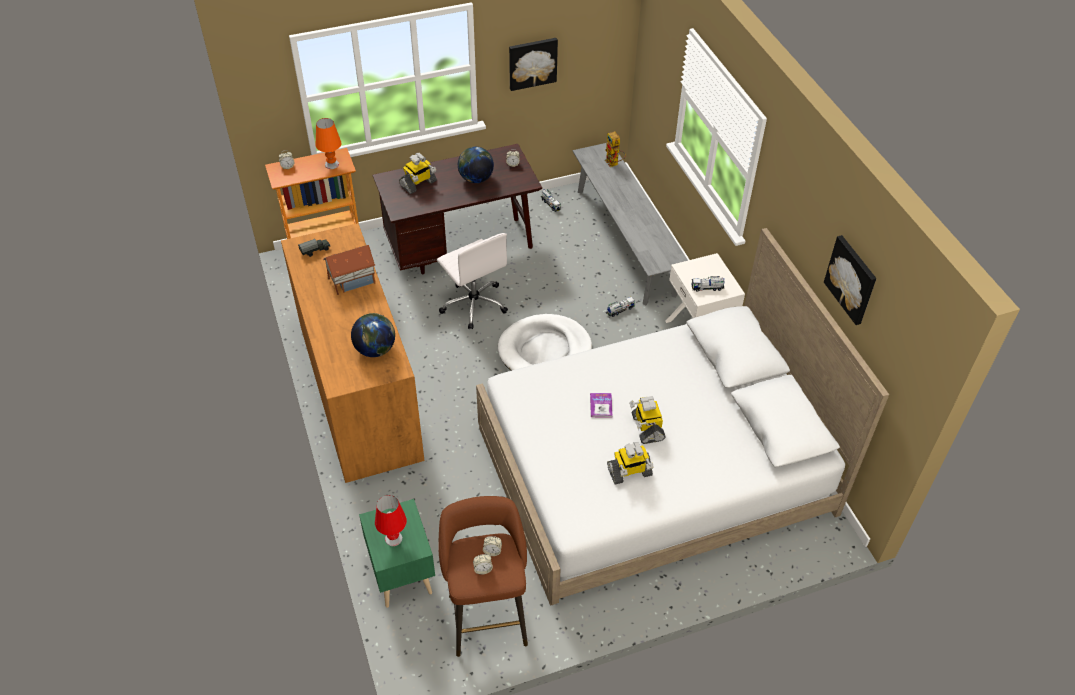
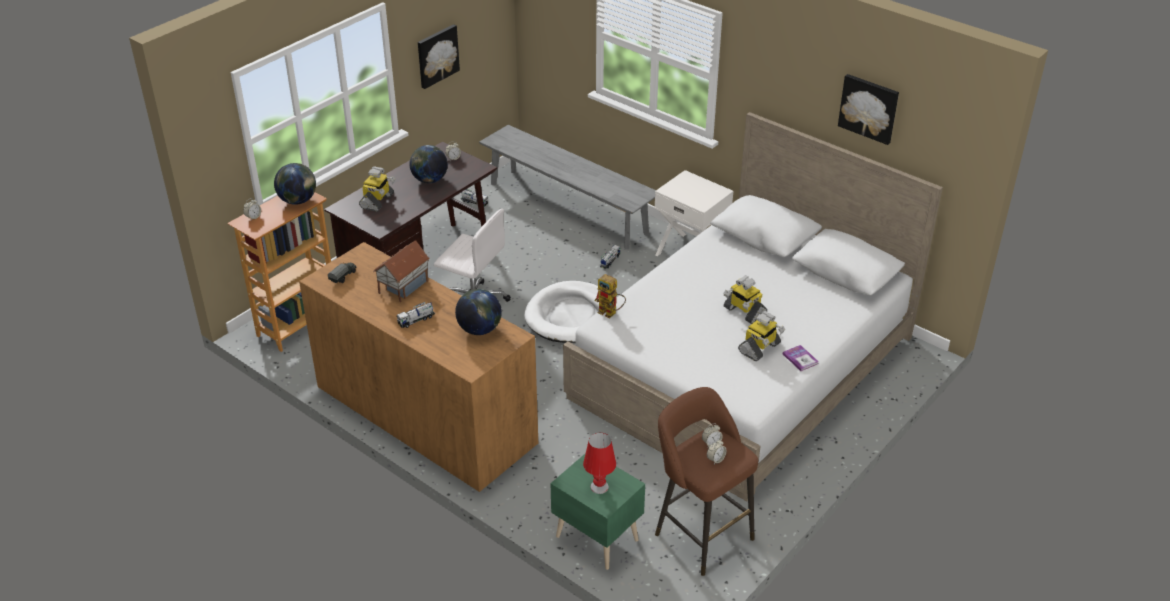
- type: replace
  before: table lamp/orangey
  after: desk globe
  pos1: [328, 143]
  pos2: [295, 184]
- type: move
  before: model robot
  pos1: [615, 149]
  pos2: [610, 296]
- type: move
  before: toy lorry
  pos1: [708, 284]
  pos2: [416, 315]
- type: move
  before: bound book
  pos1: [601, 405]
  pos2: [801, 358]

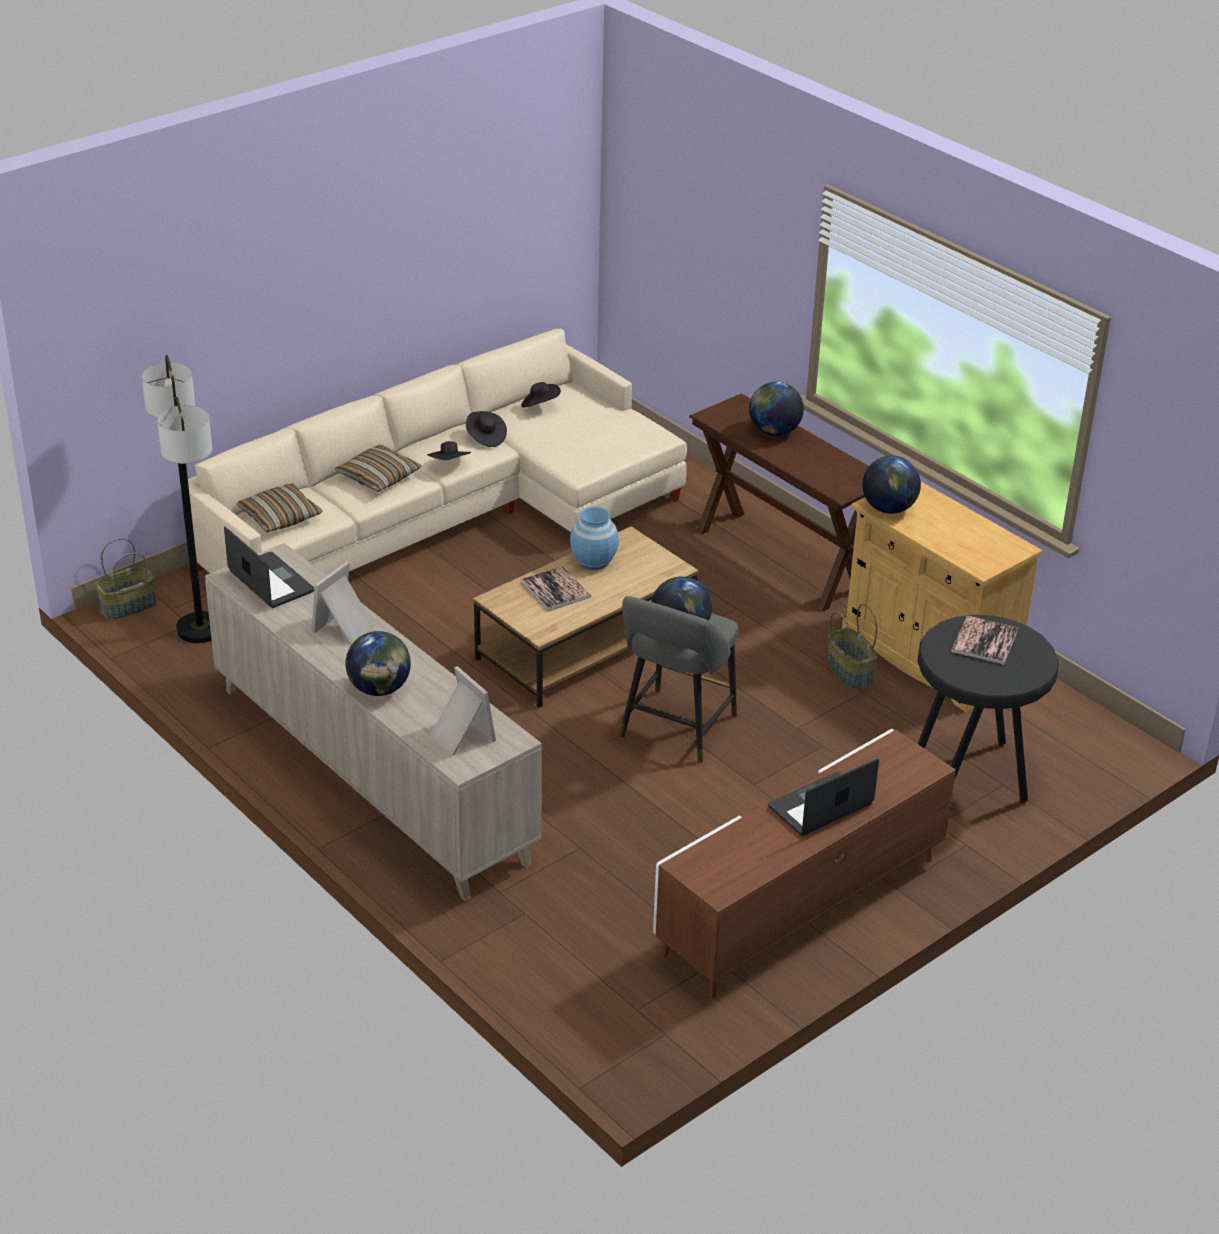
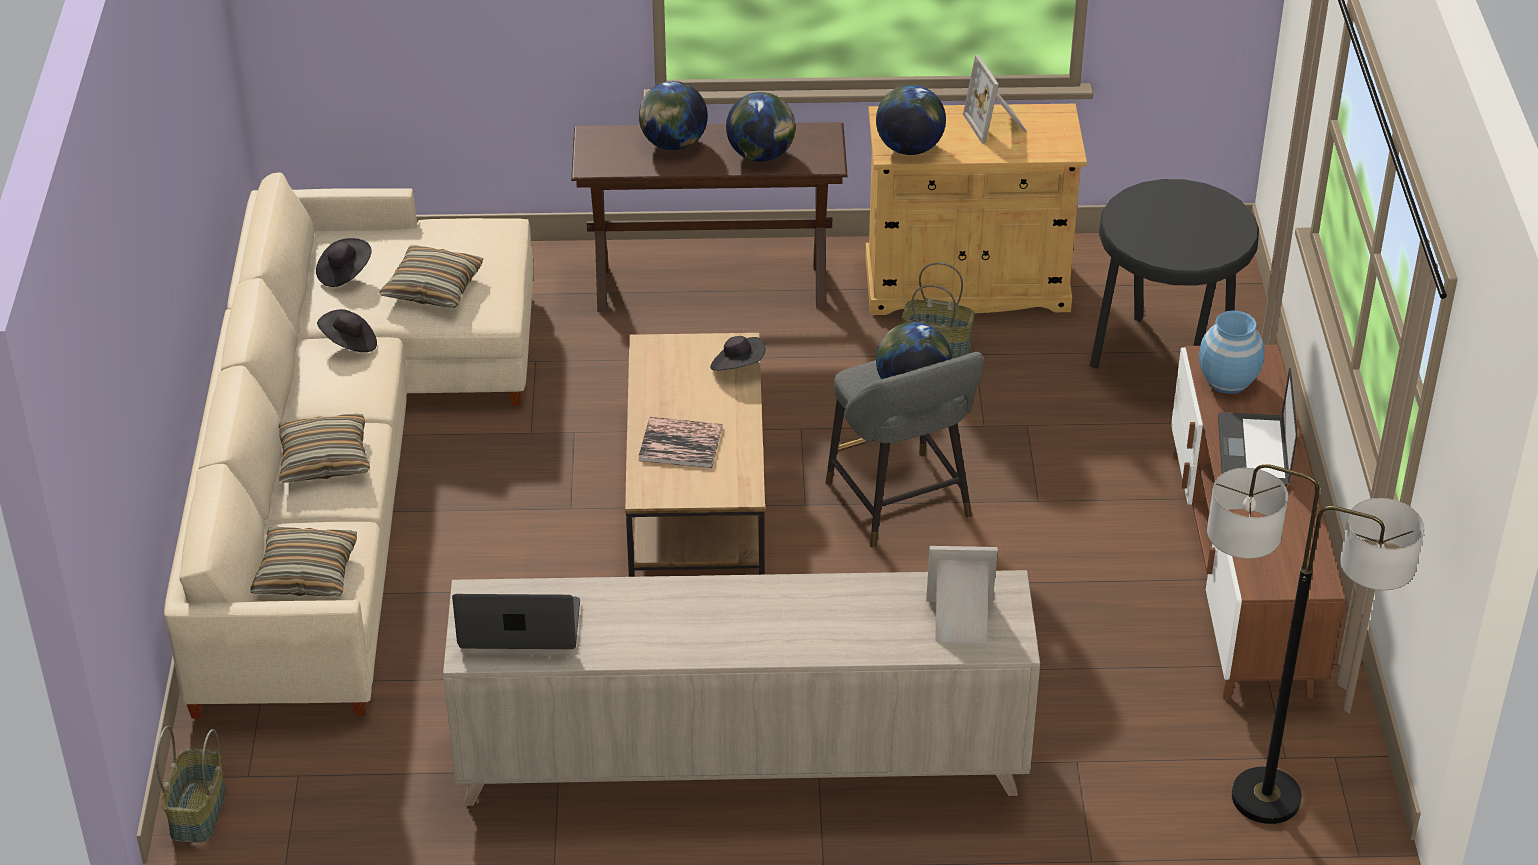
- type: move
  before: standing lamp
  pos1: [177, 499]
  pos2: [1315, 644]
- type: move
  before: wearable hat/black
  pos1: [449, 450]
  pos2: [737, 353]
- type: move
  before: vase/bluish
  pos1: [594, 538]
  pos2: [1232, 352]
- type: move
  before: standing frame
  pos1: [343, 603]
  pos2: [995, 99]
- type: delete
  before: bound book
  pos1: [984, 640]
- type: move
  before: desk globe
  pos1: [378, 663]
  pos2: [761, 127]
- type: insert
  after: pillow
  pos2: [431, 276]

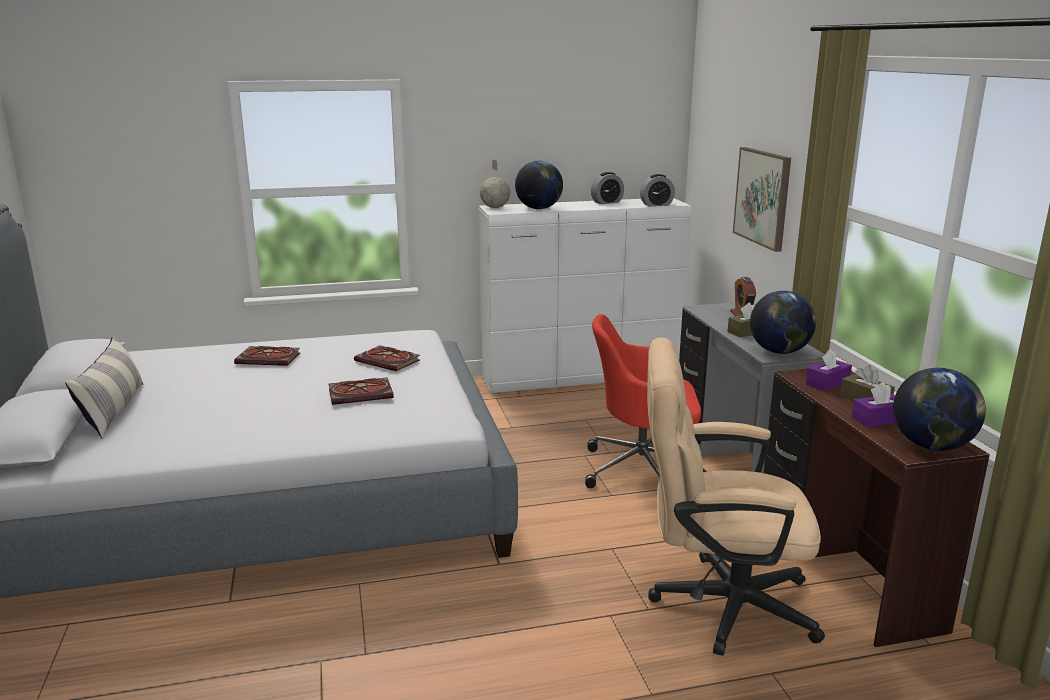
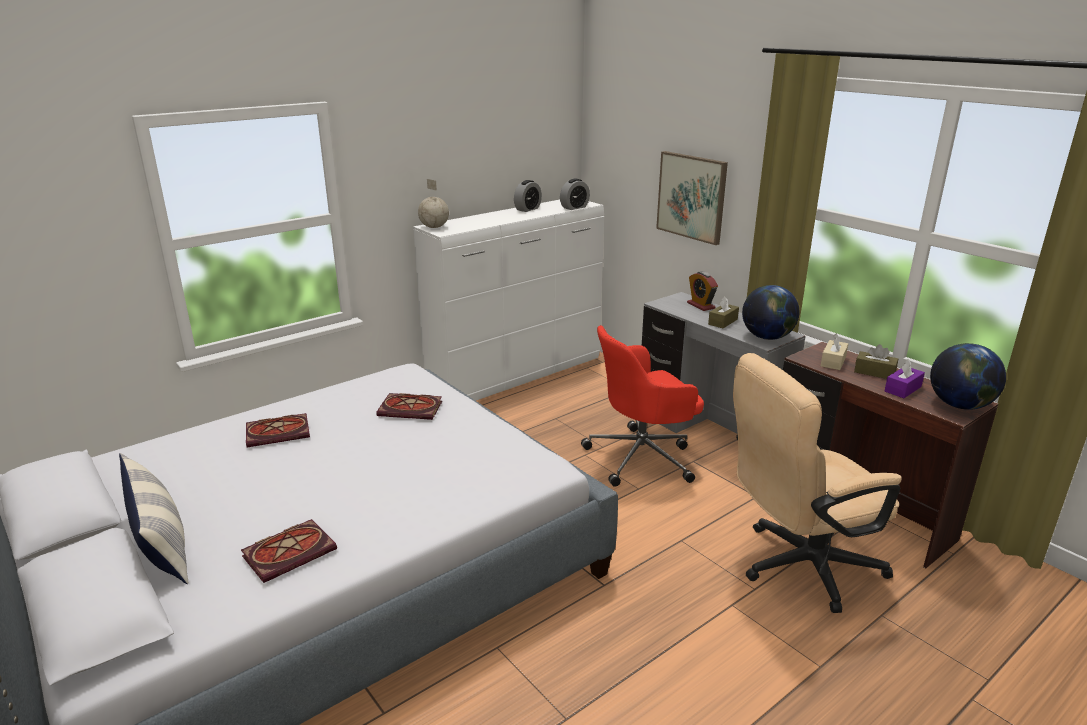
- type: delete
  before: desk globe
  pos1: [539, 185]
- type: recolor
  before: tissue holder/purple-coloured
  after: tissue holder/beige-coloured
  pos1: [829, 370]
  pos2: [834, 351]
- type: move
  before: bound book
  pos1: [361, 391]
  pos2: [289, 551]

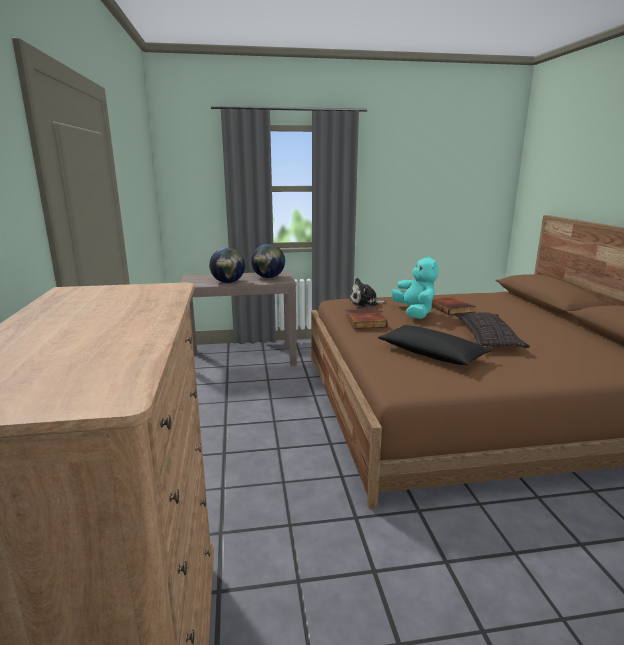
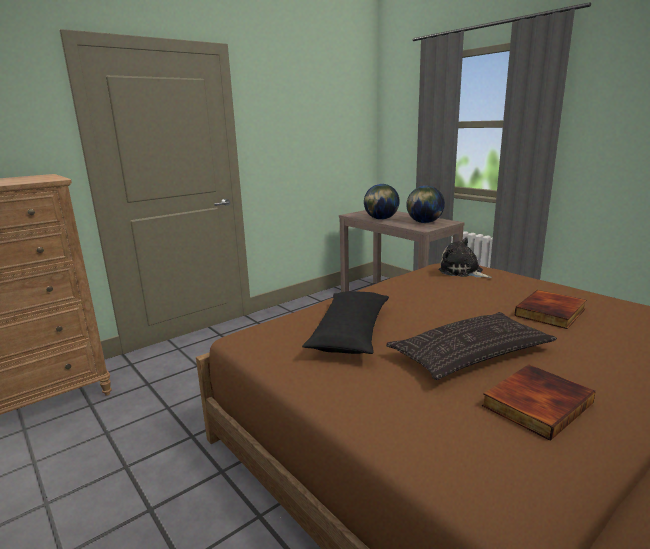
- type: delete
  before: cuddly toy/blue-green
  pos1: [414, 287]
- type: move
  before: bound book
  pos1: [366, 319]
  pos2: [538, 402]

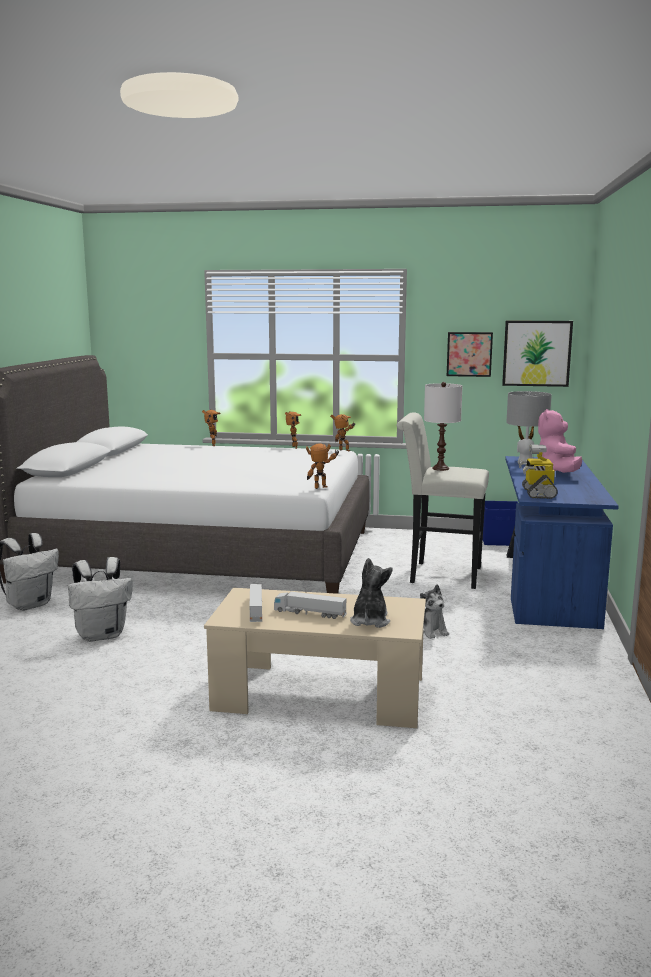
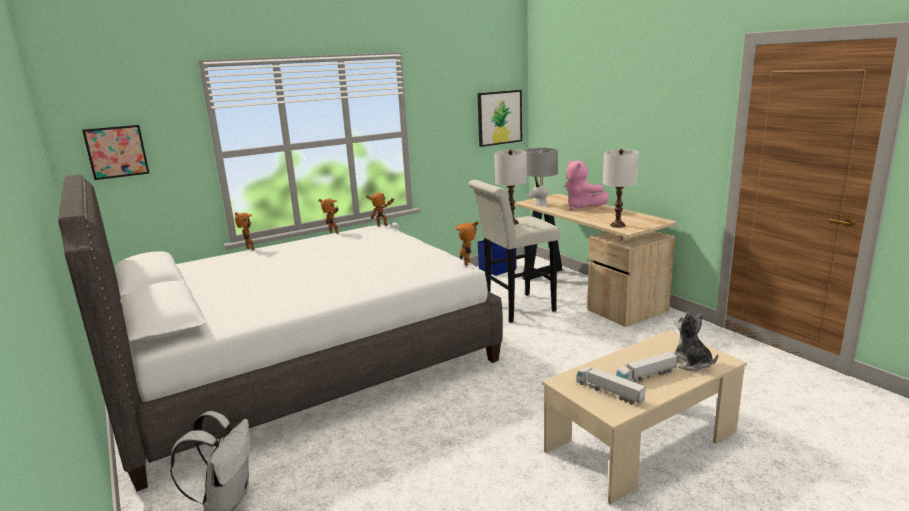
- type: move
  before: wall art
  pos1: [470, 354]
  pos2: [115, 152]
- type: replace
  before: model robot
  after: table lamp/whitish
  pos1: [538, 471]
  pos2: [620, 188]
- type: recolor
  before: desk table/bluish
  after: desk table/beige-coloured
  pos1: [562, 542]
  pos2: [596, 260]
- type: delete
  before: backpack/whitish
  pos1: [100, 599]
- type: delete
  before: cuddly toy
  pos1: [434, 611]

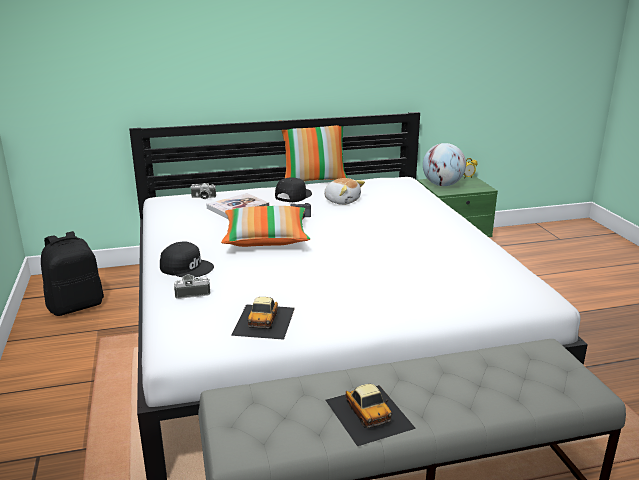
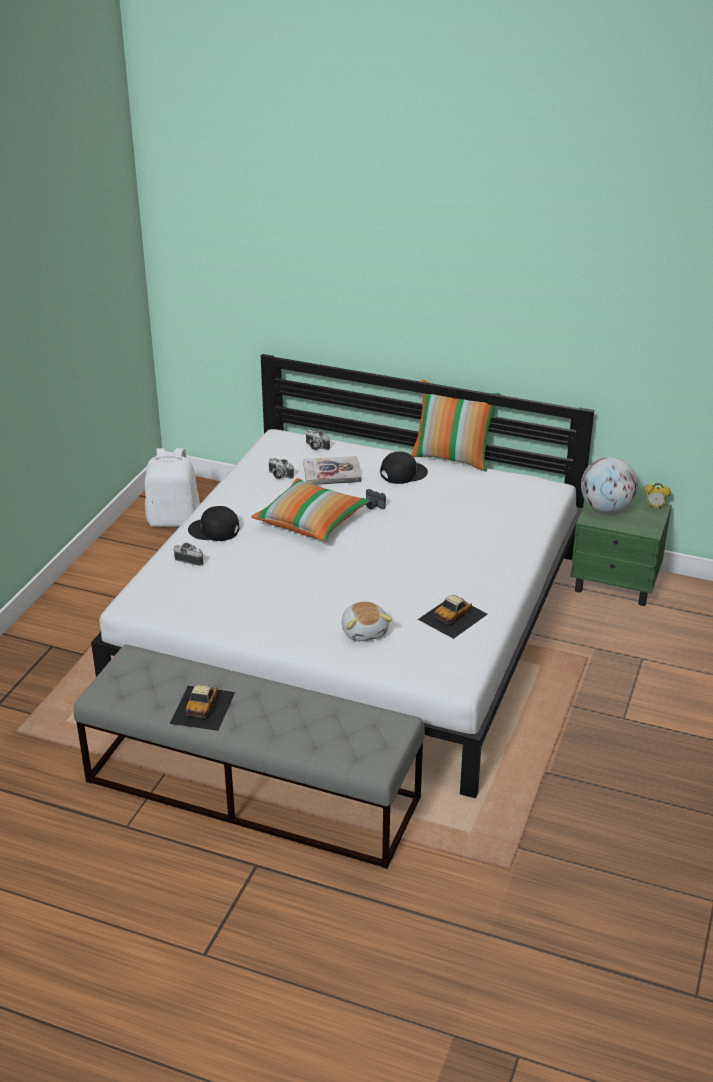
- type: move
  before: cuddly toy
  pos1: [344, 191]
  pos2: [366, 621]
- type: recolor
  before: backpack/black
  after: backpack/whitish
  pos1: [72, 273]
  pos2: [172, 487]
- type: rotate
  before: cap/black
  pos1: [187, 259]
  pos2: [213, 523]
  turn: 135
- type: move
  before: toy car
  pos1: [263, 318]
  pos2: [453, 617]
- type: insert
  after: still camera
  pos2: [281, 468]

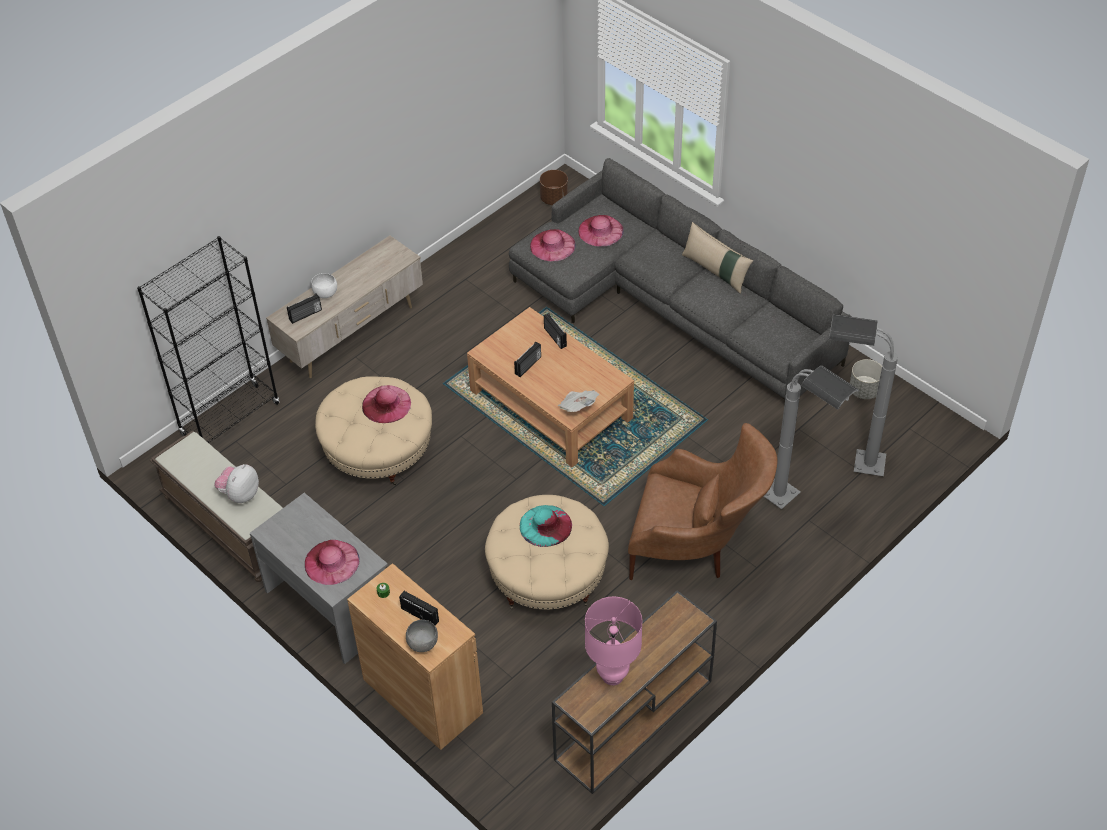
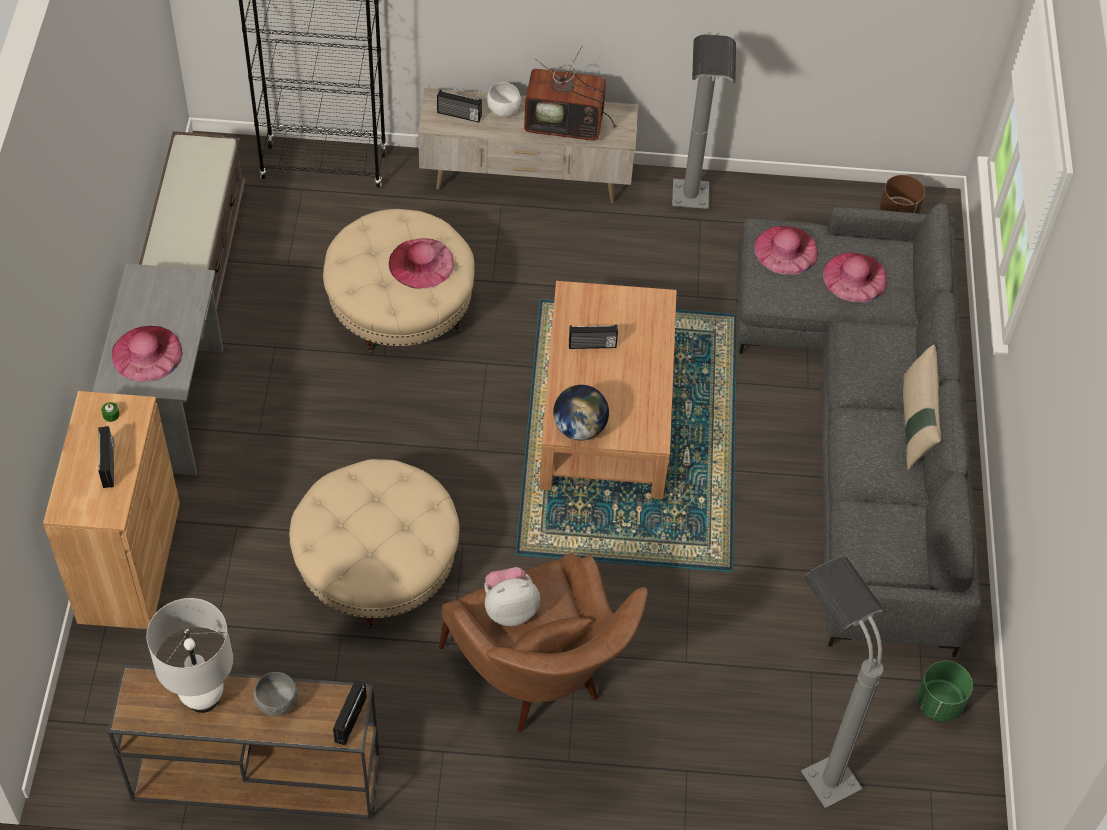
- type: move
  before: radio receiver
  pos1: [555, 331]
  pos2: [350, 713]
- type: recolor
  before: flower pot/greyish
  after: flower pot/green
  pos1: [866, 379]
  pos2: [945, 691]
- type: move
  before: standing lamp/greyish
  pos1: [812, 437]
  pos2: [704, 120]
- type: replace
  before: daily paper
  after: desk globe
  pos1: [578, 401]
  pos2: [581, 413]
- type: move
  before: cuddly toy
  pos1: [236, 483]
  pos2: [512, 596]
- type: delete
  before: wearable hat/blue-green
  pos1: [546, 526]
- type: recolor
  before: table lamp/pink-coloured
  after: table lamp/whitish
  pos1: [613, 640]
  pos2: [190, 655]
- type: move
  before: bowl/greyish
  pos1: [422, 636]
  pos2: [275, 694]
- type: insert
  after: television
  pos2: [570, 93]

